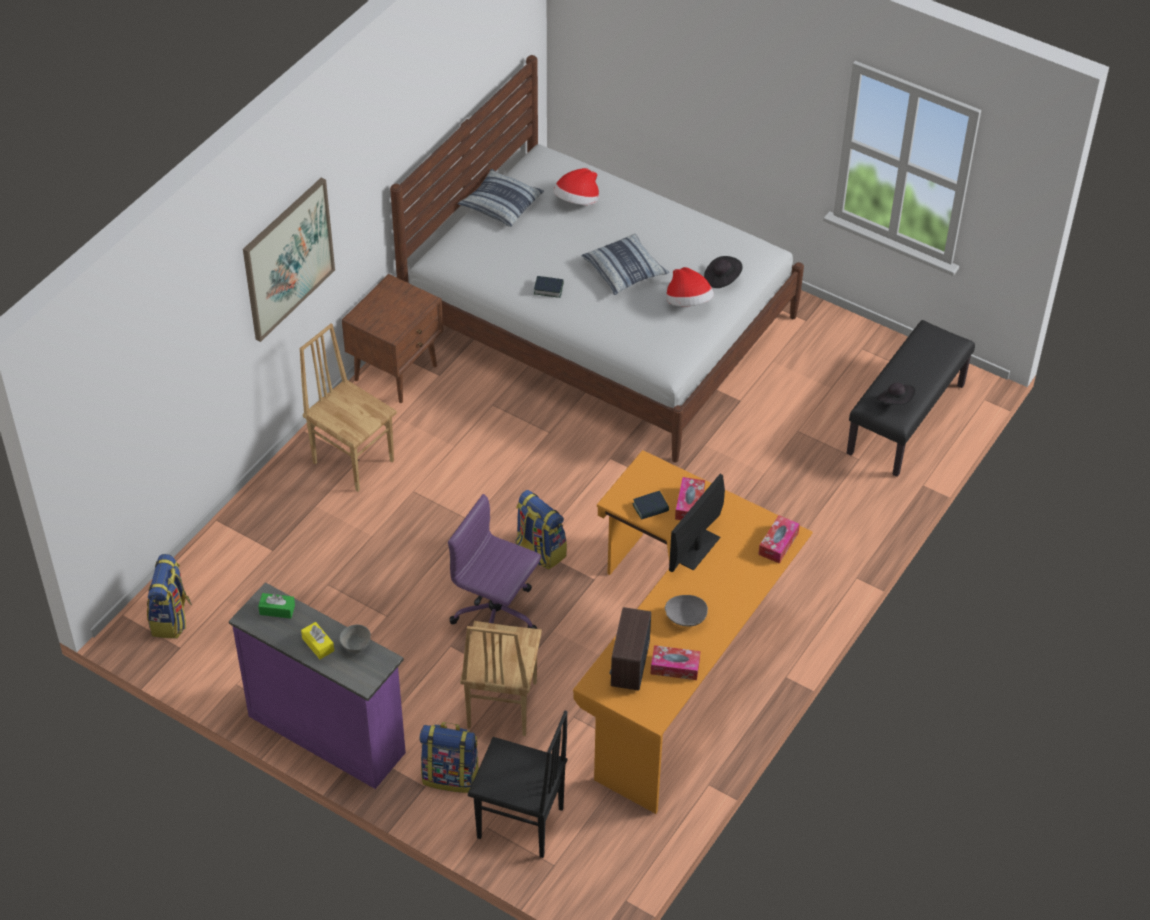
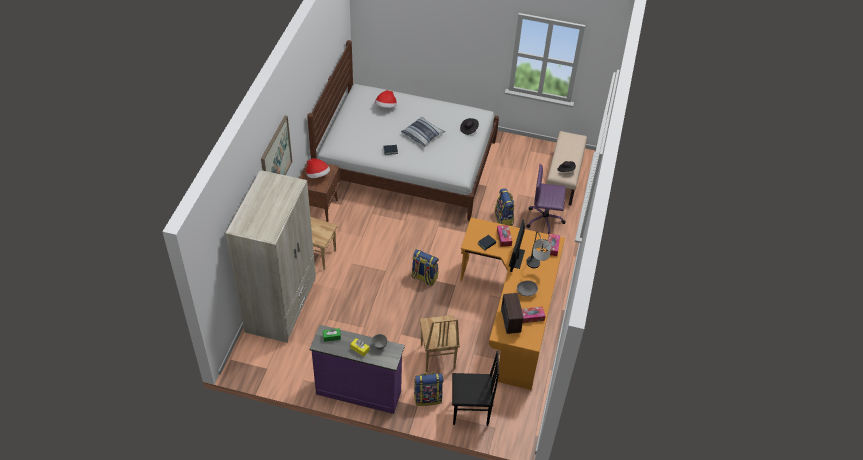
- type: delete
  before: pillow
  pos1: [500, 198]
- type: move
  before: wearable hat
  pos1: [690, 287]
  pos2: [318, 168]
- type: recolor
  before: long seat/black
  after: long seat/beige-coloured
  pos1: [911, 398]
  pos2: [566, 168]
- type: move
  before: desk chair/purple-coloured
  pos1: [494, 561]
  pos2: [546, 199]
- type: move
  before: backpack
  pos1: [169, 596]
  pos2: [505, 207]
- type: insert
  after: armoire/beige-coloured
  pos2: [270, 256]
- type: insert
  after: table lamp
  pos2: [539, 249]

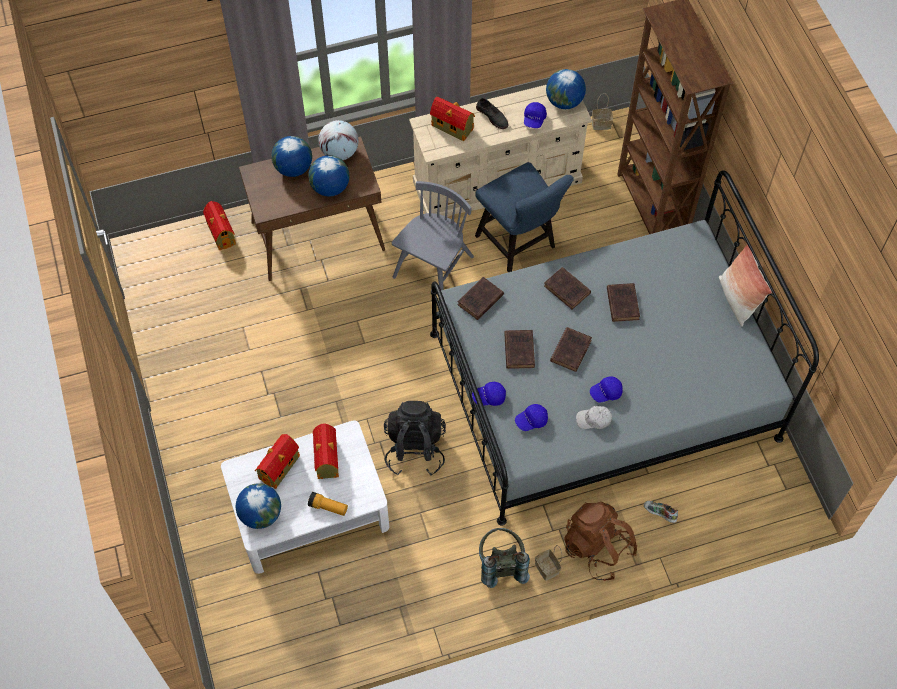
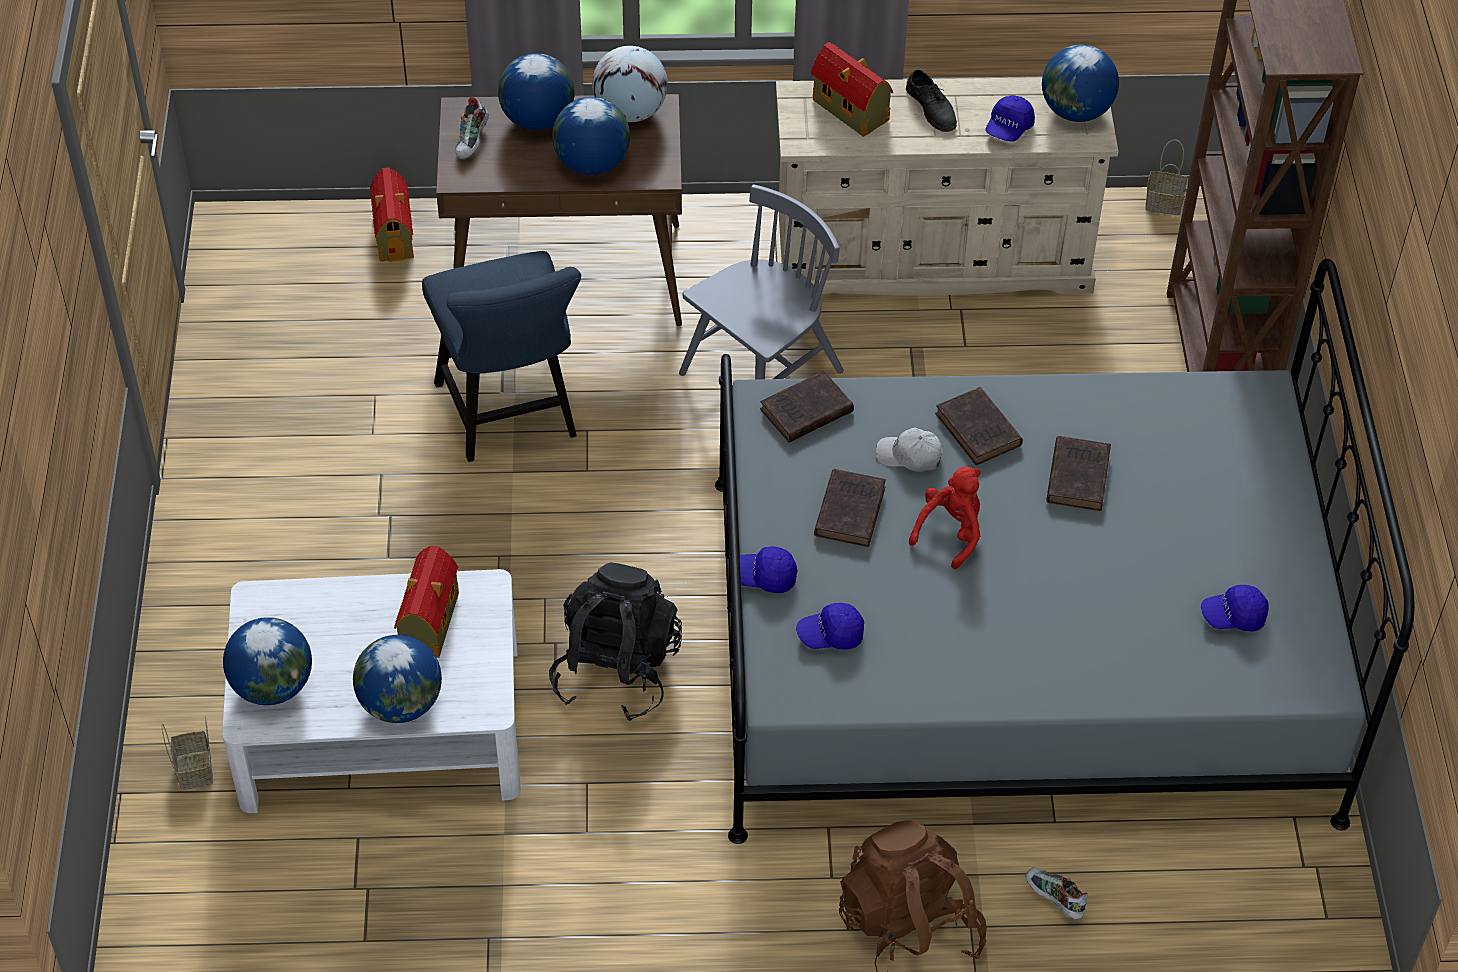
- type: move
  before: plain chair/bluish
  pos1: [524, 217]
  pos2: [501, 356]
- type: delete
  before: pillow
  pos1: [745, 285]
- type: replace
  before: bound book/brown-coloured
  after: cuddly toy/red-coloured
  pos1: [571, 349]
  pos2: [945, 518]
- type: move
  before: cap/bluish
  pos1: [606, 389]
  pos2: [1235, 608]
- type: move
  before: cap/whitish
  pos1: [594, 417]
  pos2: [909, 450]
- type: delete
  before: toy house
  pos1: [277, 461]
- type: replace
  before: torch
  after: desk globe
  pos1: [328, 504]
  pos2: [397, 679]
- type: delete
  before: backpack/greyish
  pos1: [504, 558]
- type: move
  before: basket
  pos1: [548, 563]
  pos2: [187, 753]
- type: insert
  after: shoe
  pos2: [472, 128]

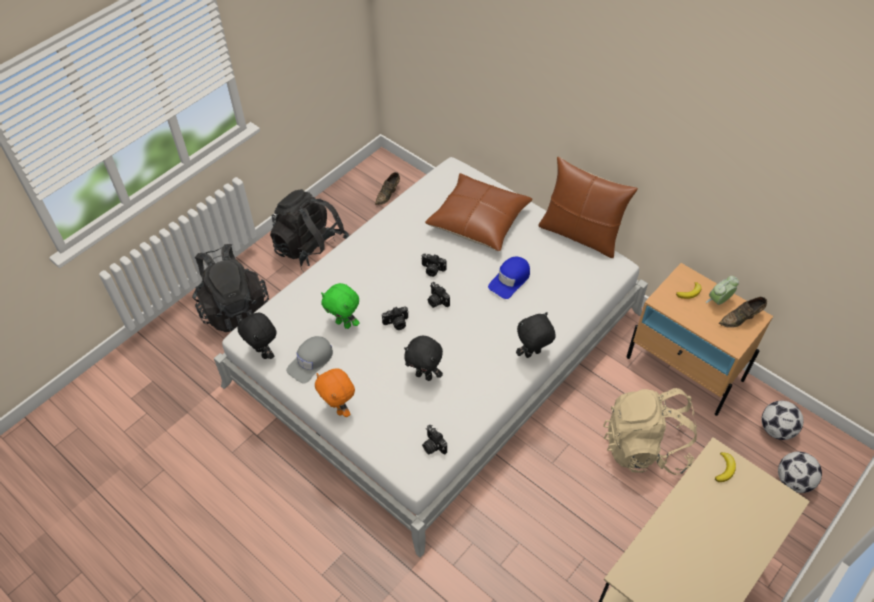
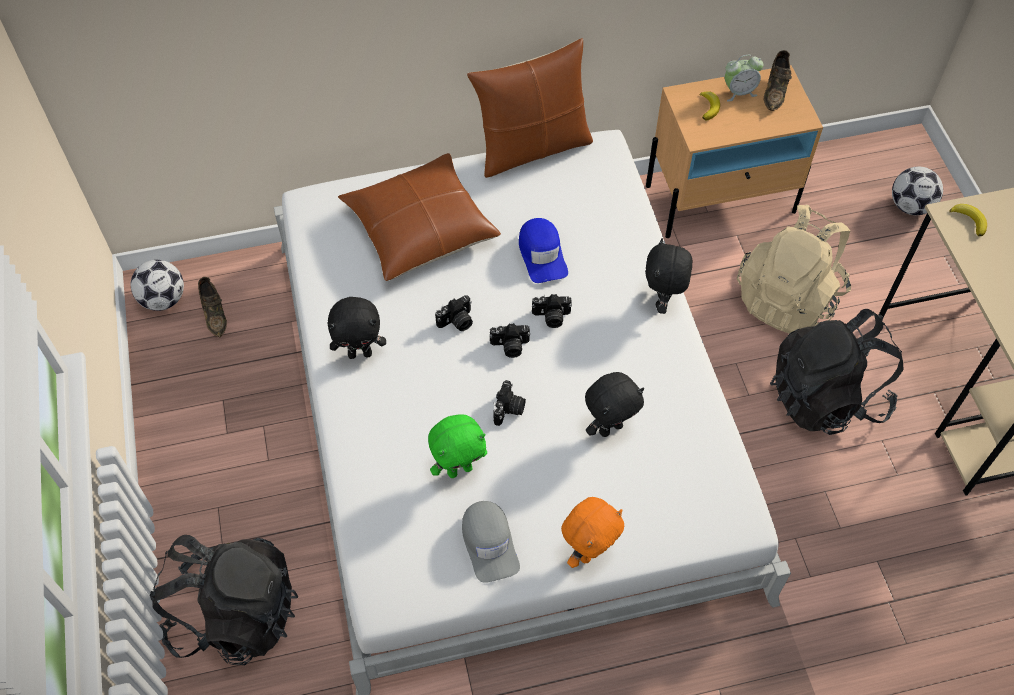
- type: move
  before: backpack/black
  pos1: [309, 230]
  pos2: [837, 372]
- type: rotate
  before: bedside clock
  pos1: [722, 290]
  pos2: [744, 78]
  turn: -105
- type: move
  before: cuddly toy/black
  pos1: [257, 336]
  pos2: [357, 328]
- type: rotate
  before: cuddly toy/orangey
  pos1: [335, 392]
  pos2: [592, 532]
  turn: -45
- type: move
  before: football
  pos1: [783, 420]
  pos2: [157, 285]
- type: move
  before: still camera
  pos1: [434, 439]
  pos2: [552, 311]

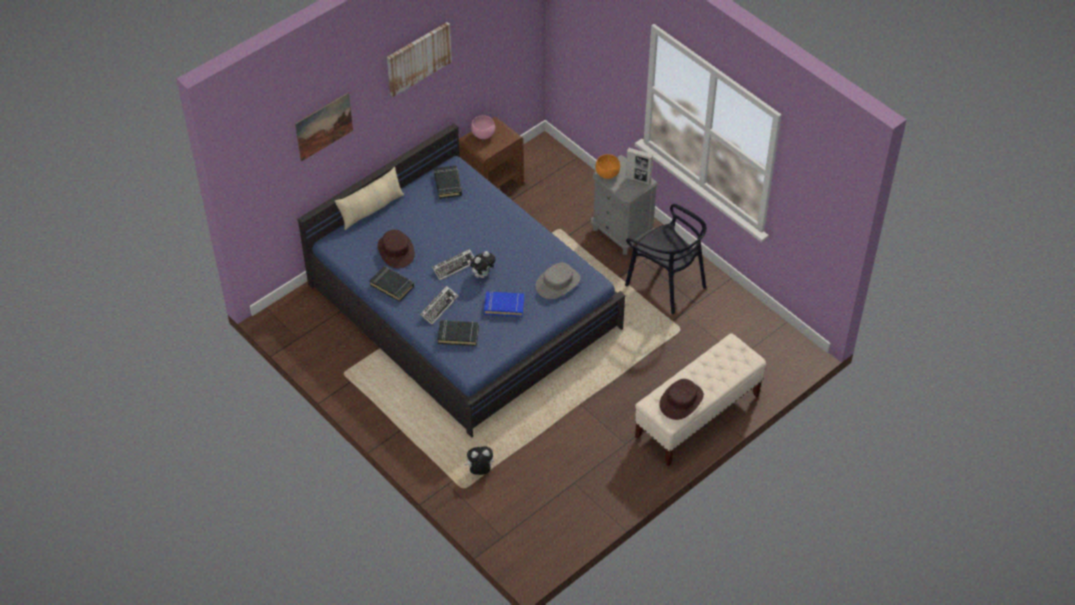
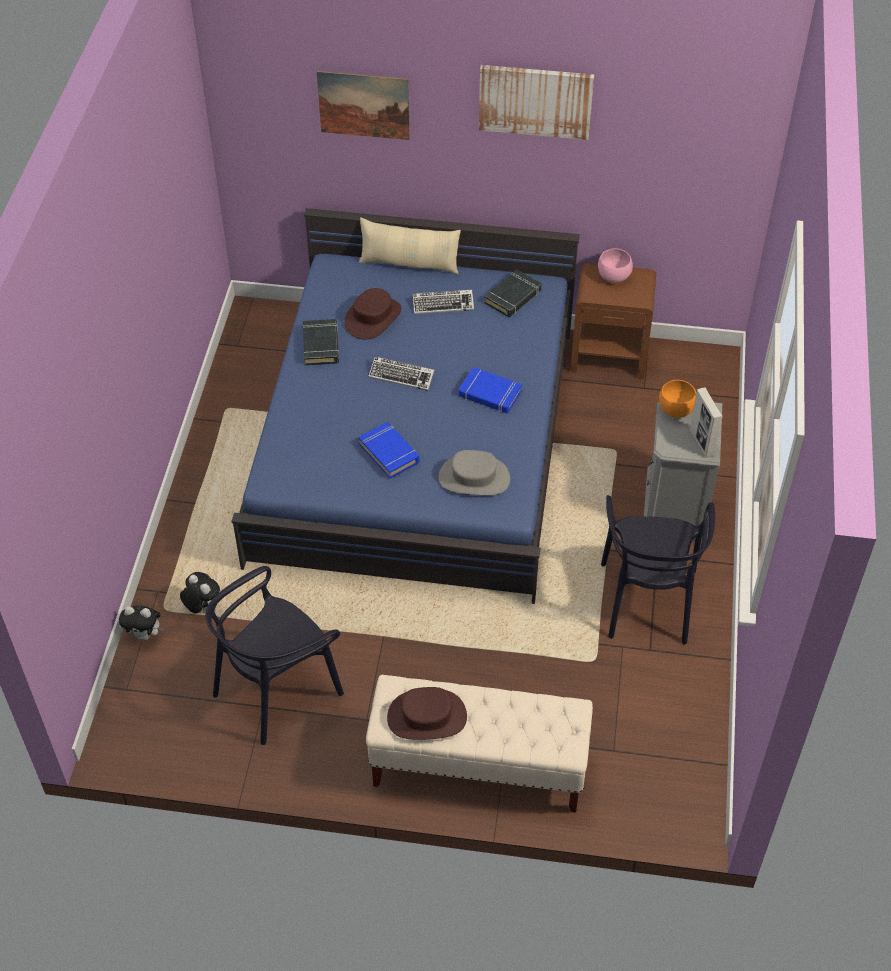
- type: move
  before: cuddly toy
  pos1: [482, 264]
  pos2: [141, 622]
- type: move
  before: keyboard
  pos1: [439, 305]
  pos2: [443, 301]
- type: delete
  before: bound book/black
  pos1: [458, 333]
- type: insert
  after: bound book/bluish
  pos2: [490, 390]
- type: insert
  after: plain chair/black
  pos2: [274, 655]

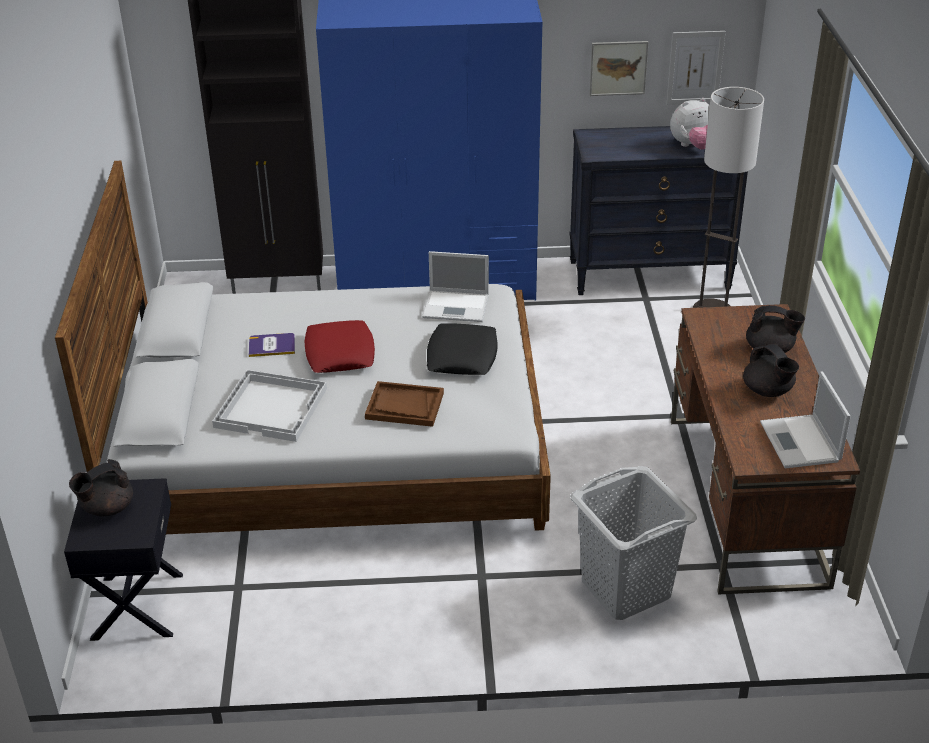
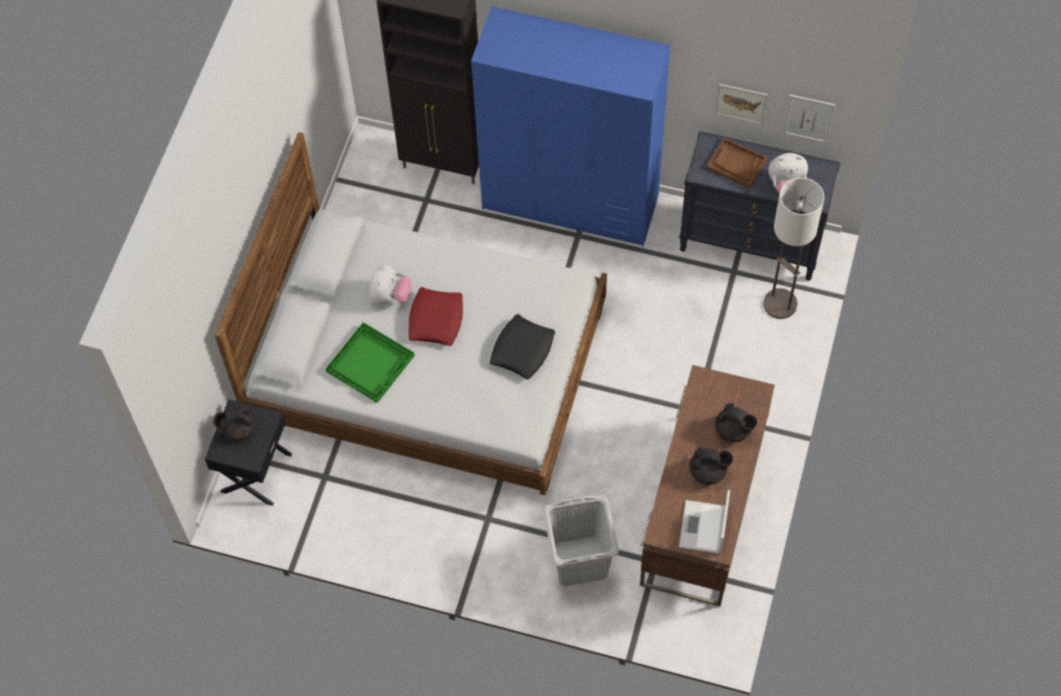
- type: delete
  before: portable computer
  pos1: [455, 286]
- type: replace
  before: bound book
  after: cuddly toy
  pos1: [272, 345]
  pos2: [390, 284]
- type: rotate
  before: teapot/black
  pos1: [771, 370]
  pos2: [711, 466]
  turn: -75
- type: recolor
  before: tray/whitish
  after: tray/green
  pos1: [269, 406]
  pos2: [370, 362]
- type: move
  before: tray/brown-coloured
  pos1: [404, 404]
  pos2: [737, 163]

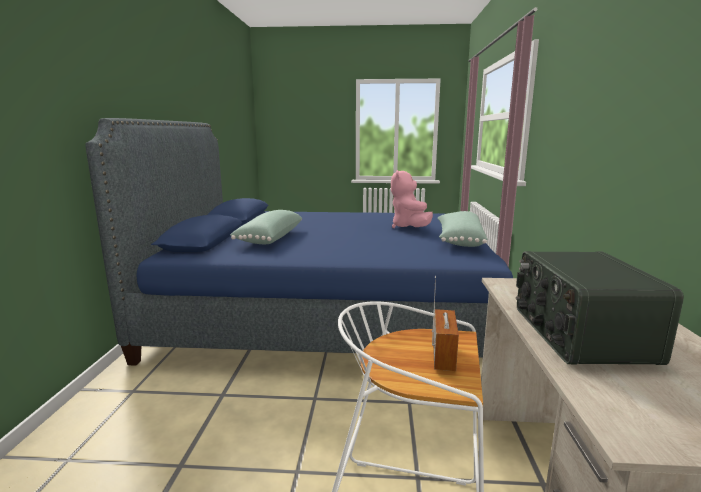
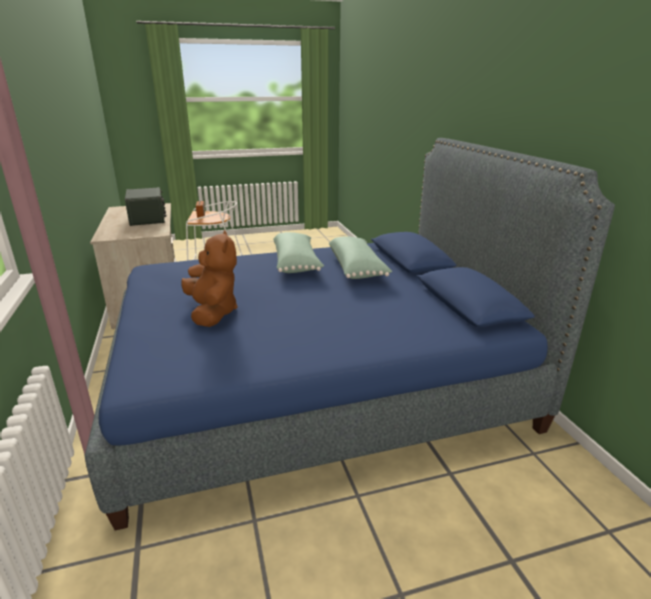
- type: recolor
  before: cuddly toy/pink-coloured
  after: cuddly toy/brown-coloured
  pos1: [412, 199]
  pos2: [209, 278]
- type: move
  before: pillow/green
  pos1: [463, 229]
  pos2: [298, 252]

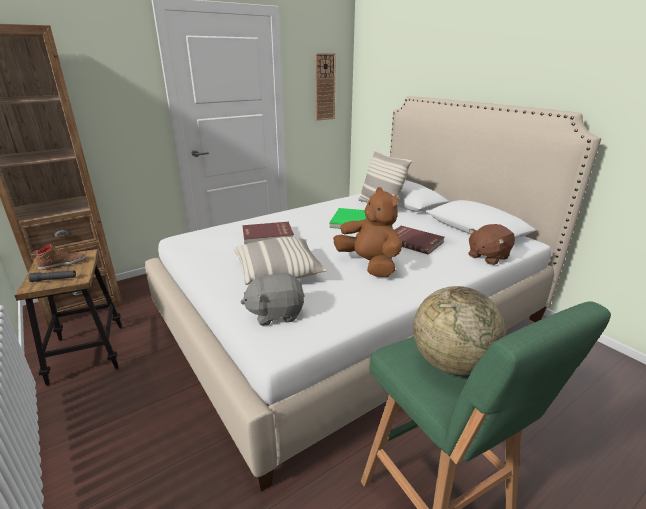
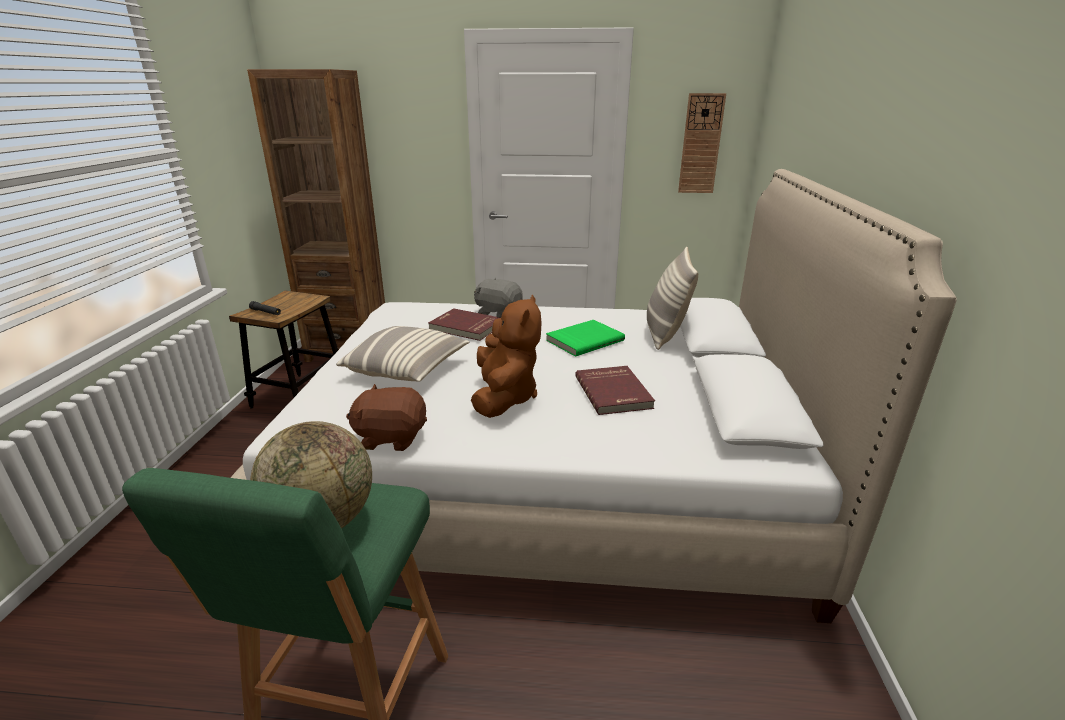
- type: move
  before: cuddly toy/brown-coloured
  pos1: [491, 244]
  pos2: [386, 417]
- type: delete
  before: shoe/brown-coloured
  pos1: [60, 256]
- type: move
  before: cuddly toy/greyish
  pos1: [273, 299]
  pos2: [498, 298]

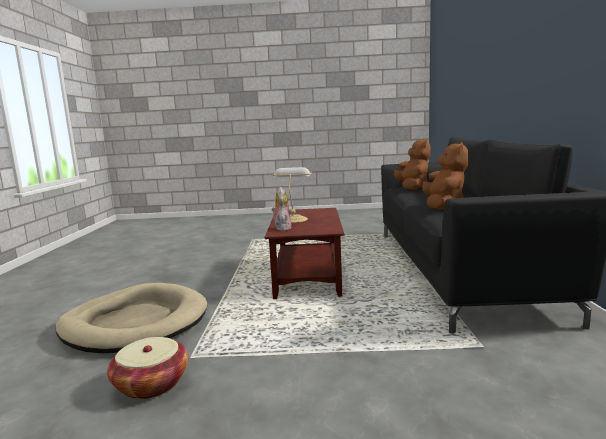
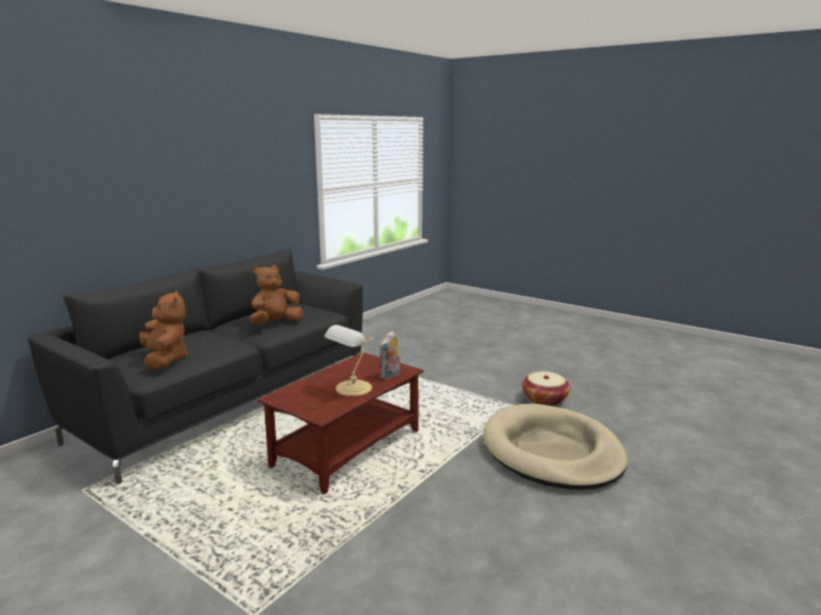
- type: rotate
  before: cuddly toy/brown-coloured
  pos1: [412, 164]
  pos2: [163, 330]
  turn: 120

